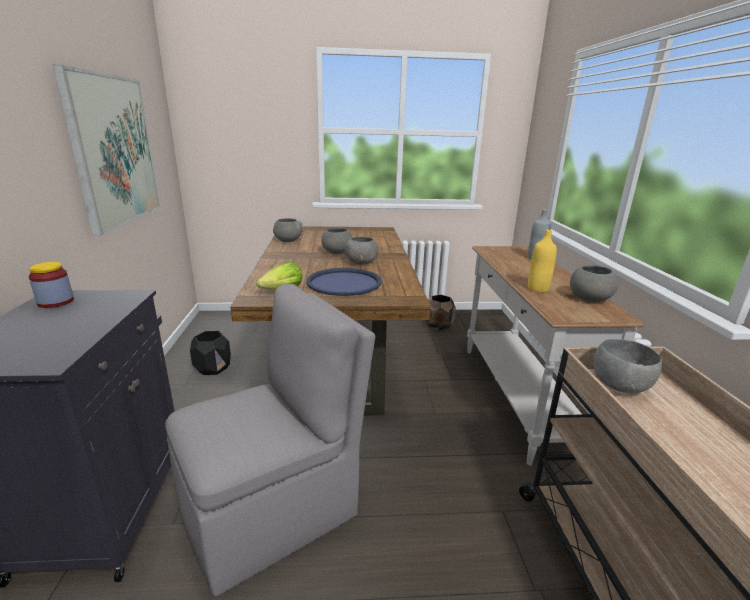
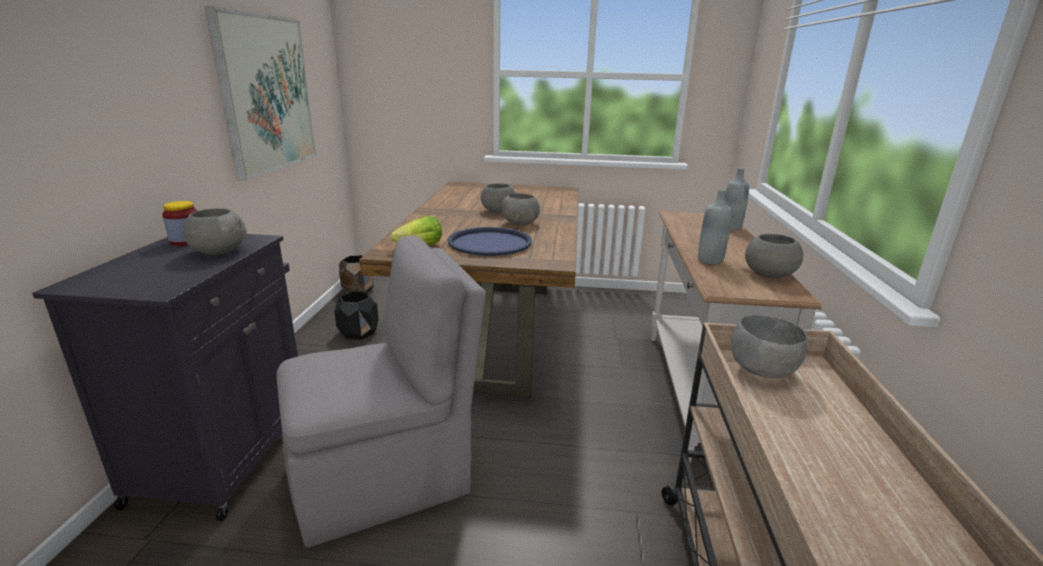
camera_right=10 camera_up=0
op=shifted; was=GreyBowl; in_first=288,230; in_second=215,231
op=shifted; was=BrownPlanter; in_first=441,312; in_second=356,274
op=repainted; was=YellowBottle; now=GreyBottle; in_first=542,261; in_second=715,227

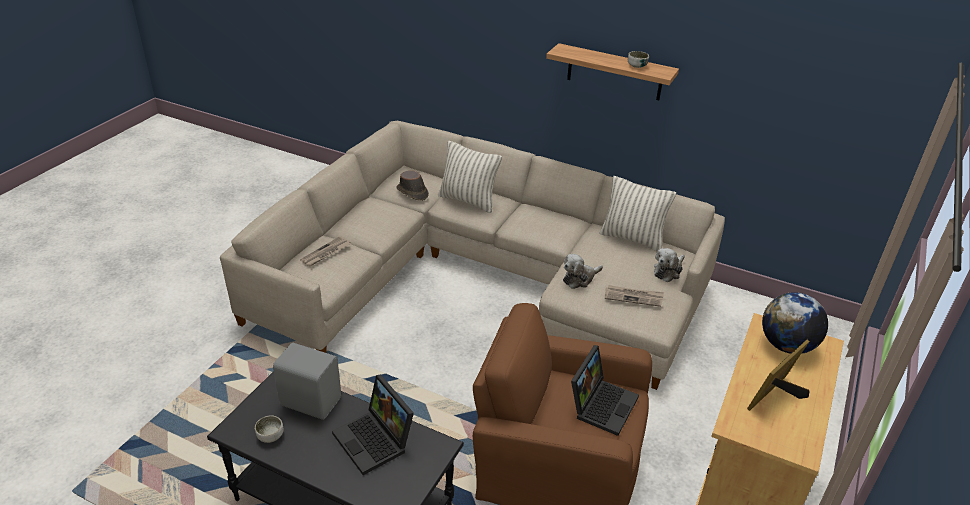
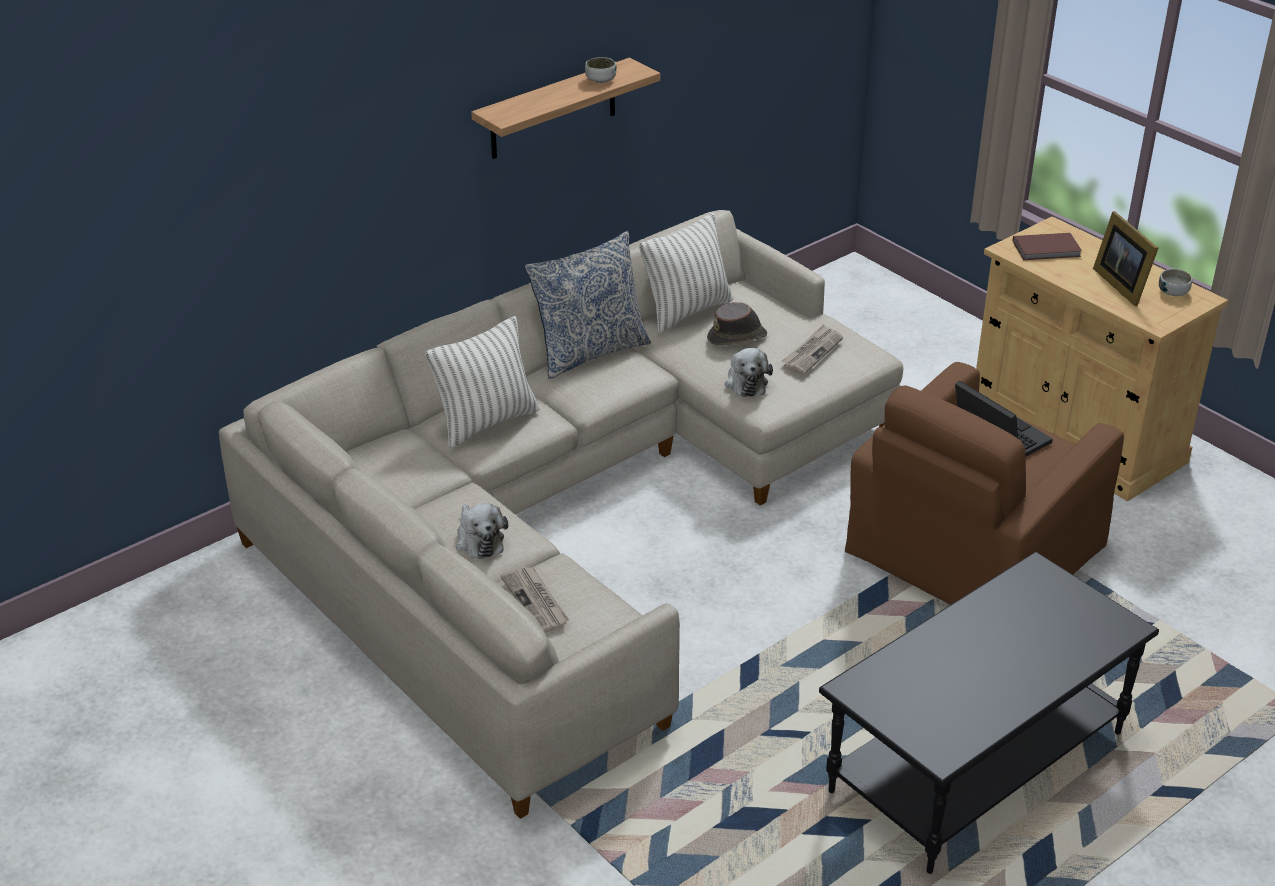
camera_right=-65 camera_up=0
op=shifted; was=Bowl; in_first=269,429; in_second=1175,282
op=gone; was=GreySpeaker; in_first=307,381
op=gone; was=Laptop; in_first=373,424
op=shifted; was=BrownHat; in_first=412,186; in_second=737,324
op=shifted; was=PlushToy; in_first=669,265; in_second=482,531
op=swapped; was=Globe; now=BrownBook; in_first=795,323; in_second=1047,246
op=new; now=Pillow; in_second=588,305

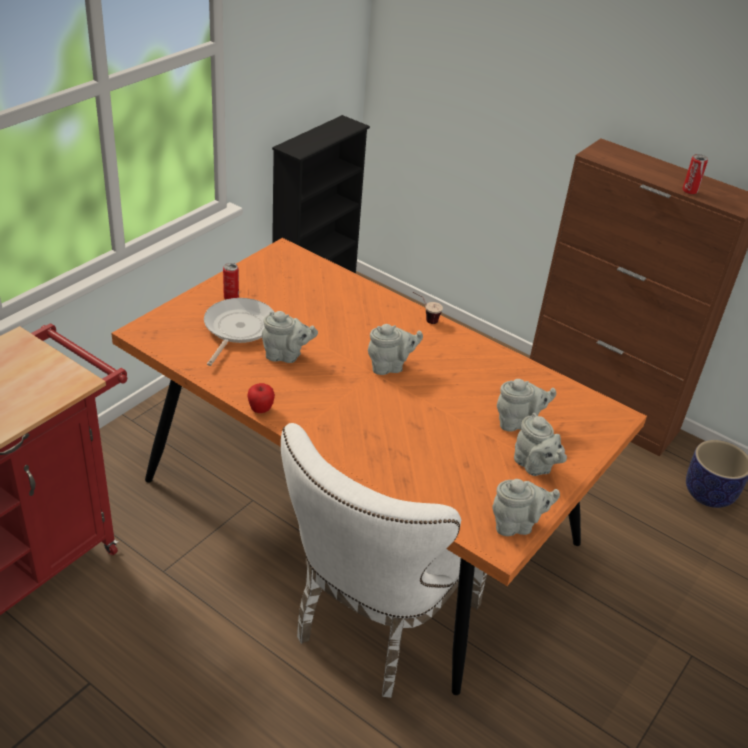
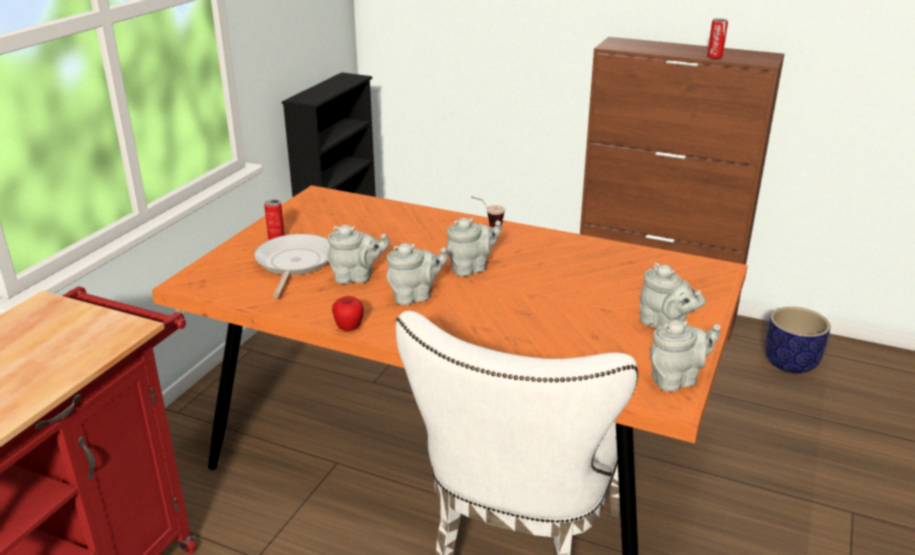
camera_right=-10 camera_up=-10
op=shifted; was=GreyTeapot; in_first=526,405; in_second=417,274

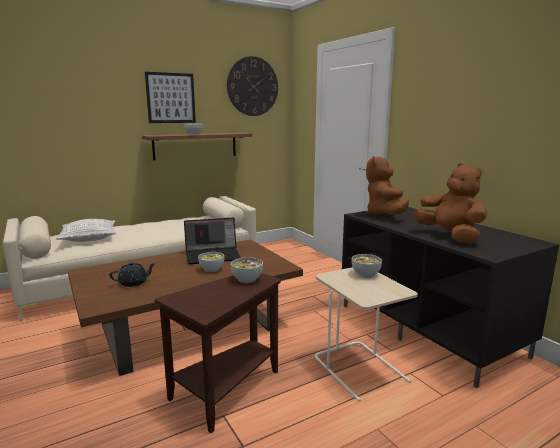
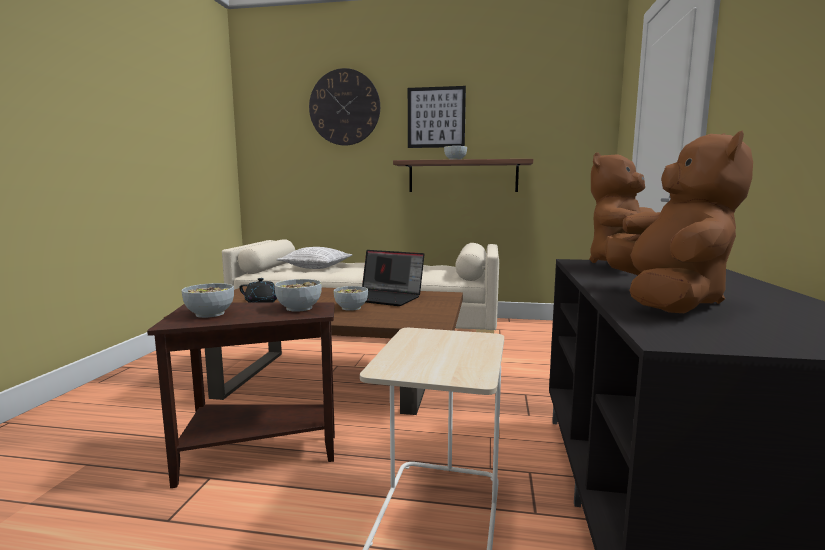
camera_right=40 camera_up=-5
op=shifted; was=WallClock; in_first=252,86; in_second=344,107
op=shifted; was=Bowl; in_first=366,266; in_second=207,300

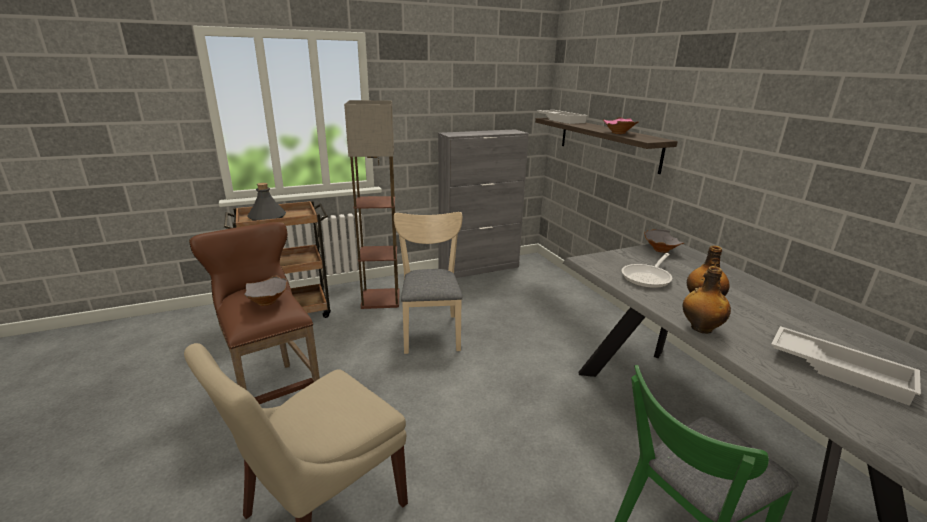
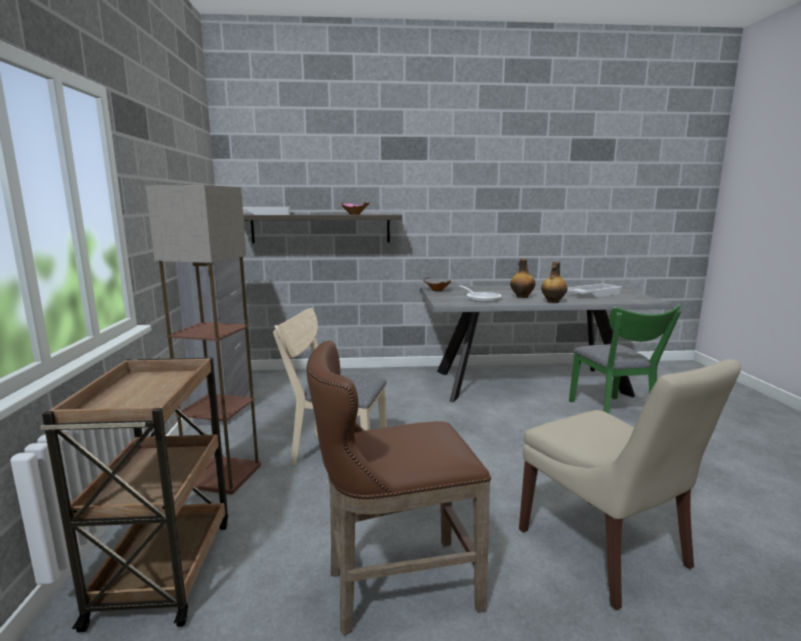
camera_right=-70 camera_up=-10
op=gone; was=GreyBowl; in_first=265,290
op=gone; was=GreyBottle; in_first=267,202

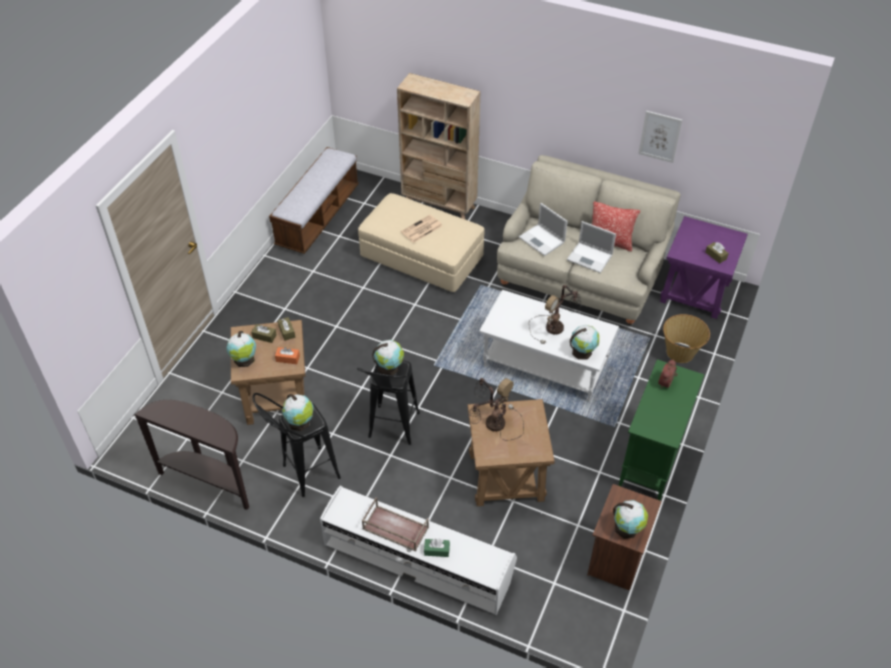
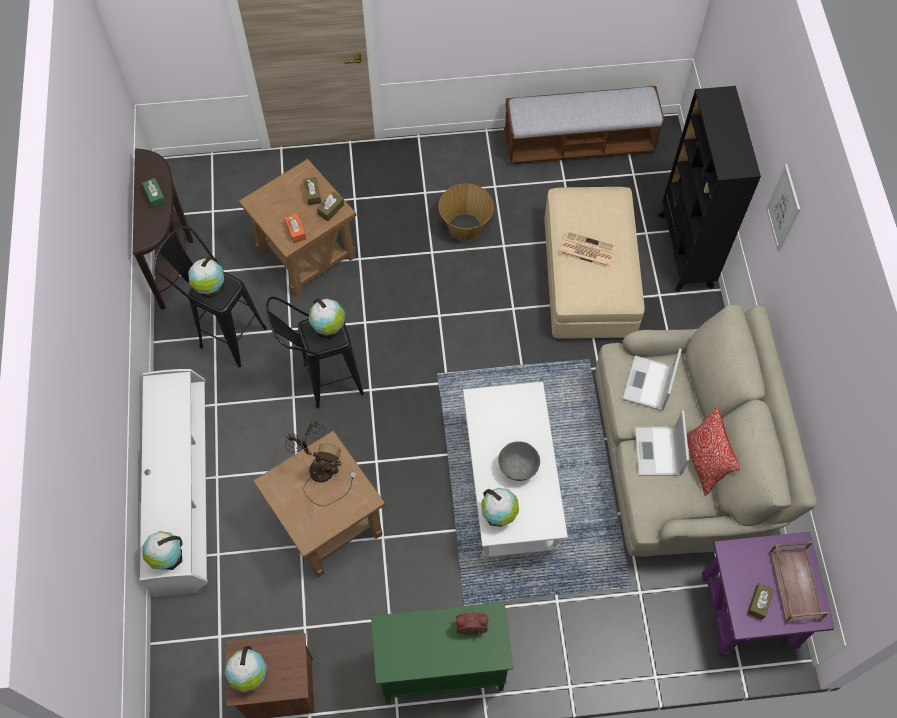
camera_right=60 camera_up=15
op=shifted; was=Globe; in_first=241,349; in_second=162,550
op=shifted; was=BrownTray; in_first=395,524; in_second=799,582
op=repainted; was=BeigeBookcase; now=BlackBookcase; in_first=438,146; in_second=709,189
op=shifted; was=GreenTissueBox; in_first=437,548; in_second=154,193
op=swapped; was=TableLamp; now=GreyBowl; in_first=555,314; in_second=519,461
op=shifted; was=Picture; in_first=660,137; in_second=783,207
op=shifted; was=Basket; in_first=686,338; in_second=466,212

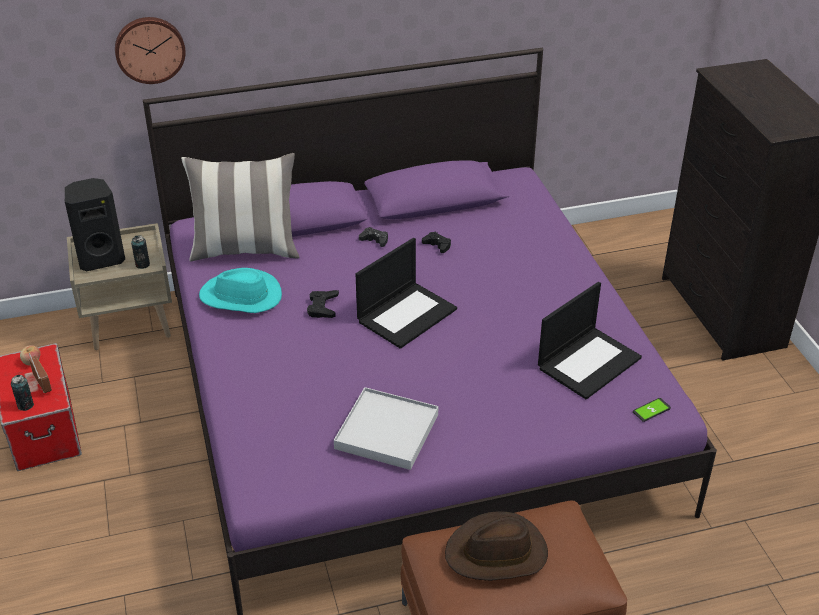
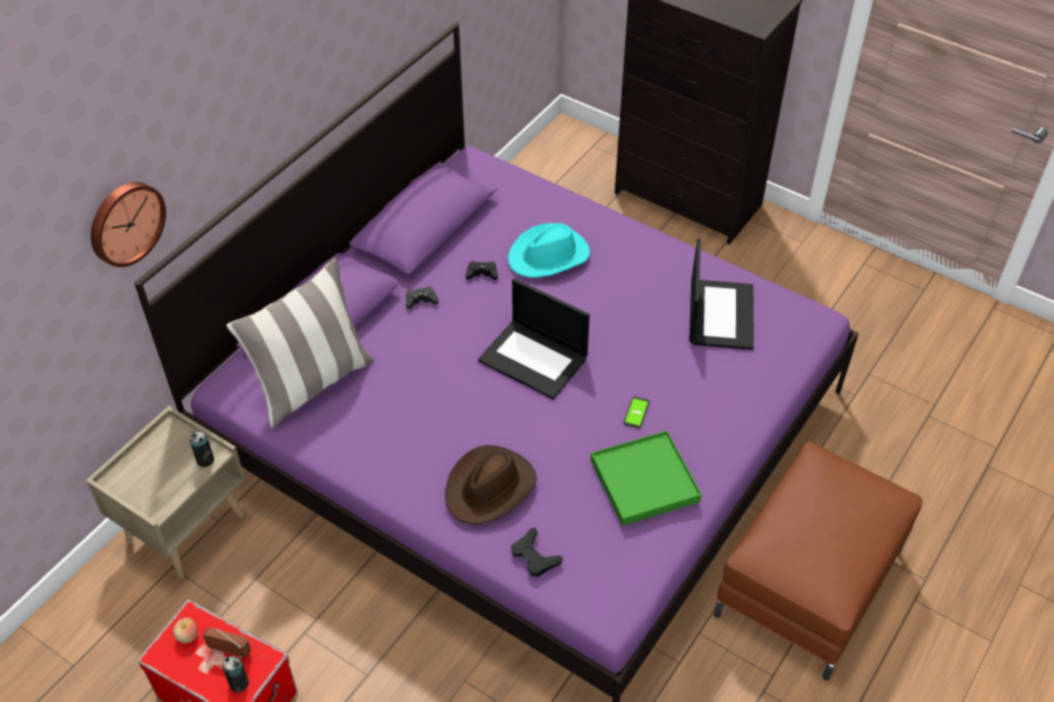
camera_right=-40 camera_up=10
op=gone; was=BlackSpeaker; in_first=95,224
op=shifted; was=TurquoiseHat; in_first=240,290; in_second=549,250
op=shifted; was=BlackGameController; in_first=323,304; in_second=537,552
op=repainted; was=WhiteTray; now=GreenTray; in_first=386,428; in_second=646,478
op=rotated; was=Laptop; in_first=406,293; in_second=534,338; clockwise=120
op=shifted; was=BrownHat; in_first=496,546; in_second=490,485
op=shifted; was=Phone; in_first=652,410; in_second=636,412

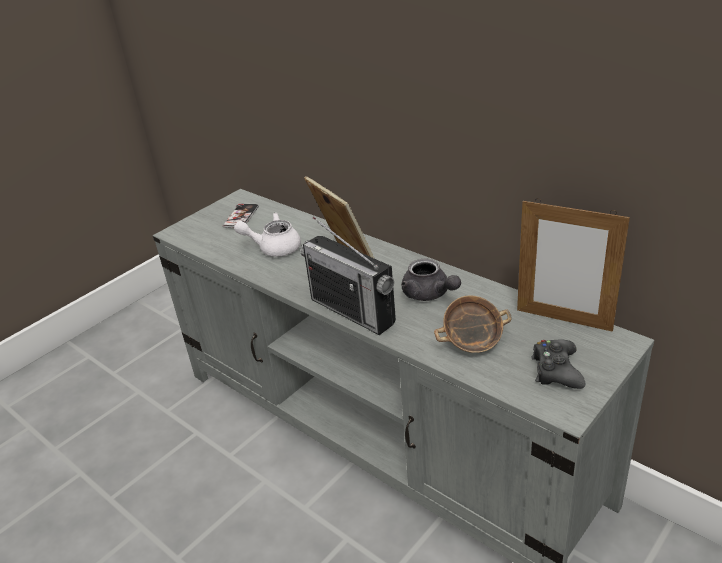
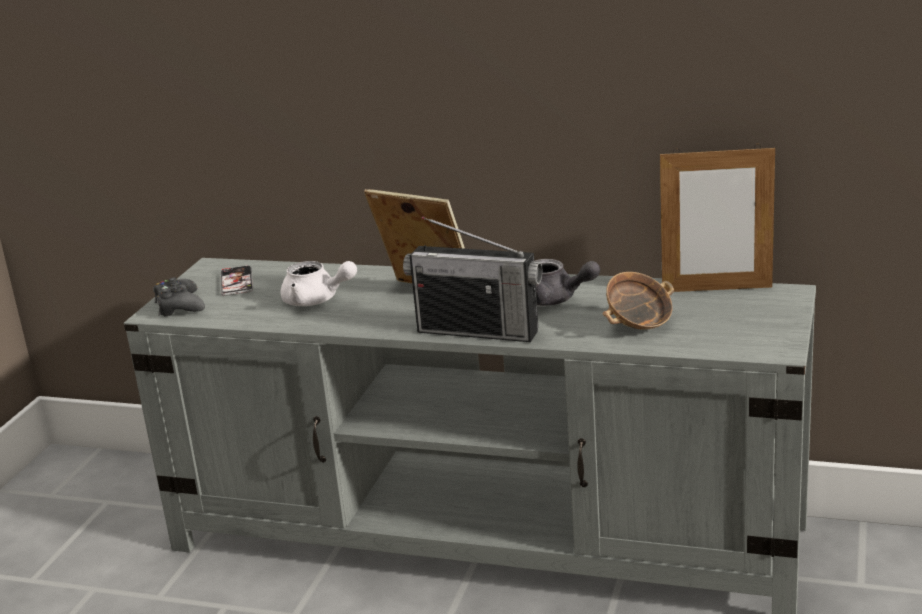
camera_right=-25 camera_up=-10
op=rotated; was=WhiteTeapot; in_first=267,235; in_second=318,283; clockwise=-135
op=shifted; was=BlackGameController; in_first=558,364; in_second=179,297

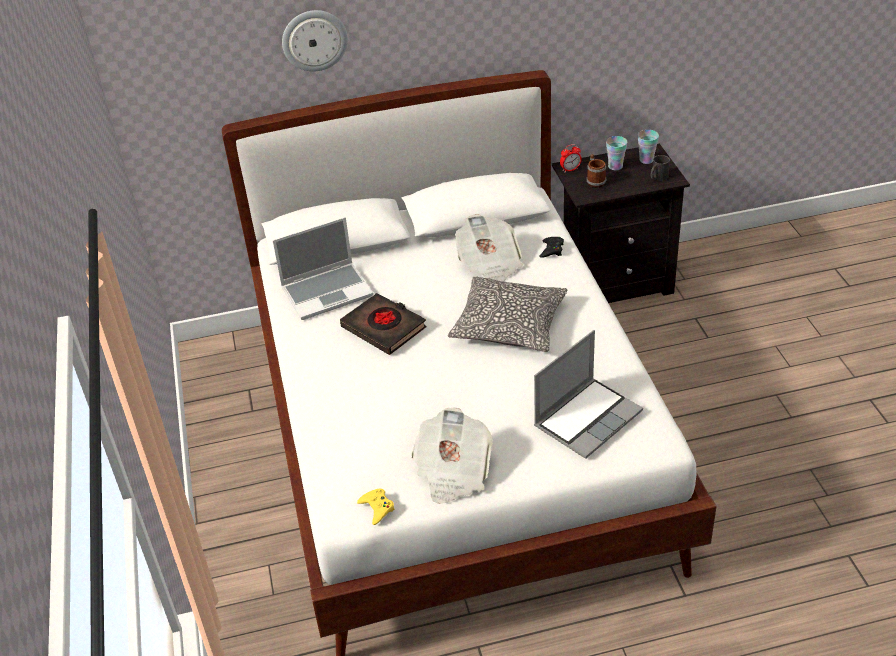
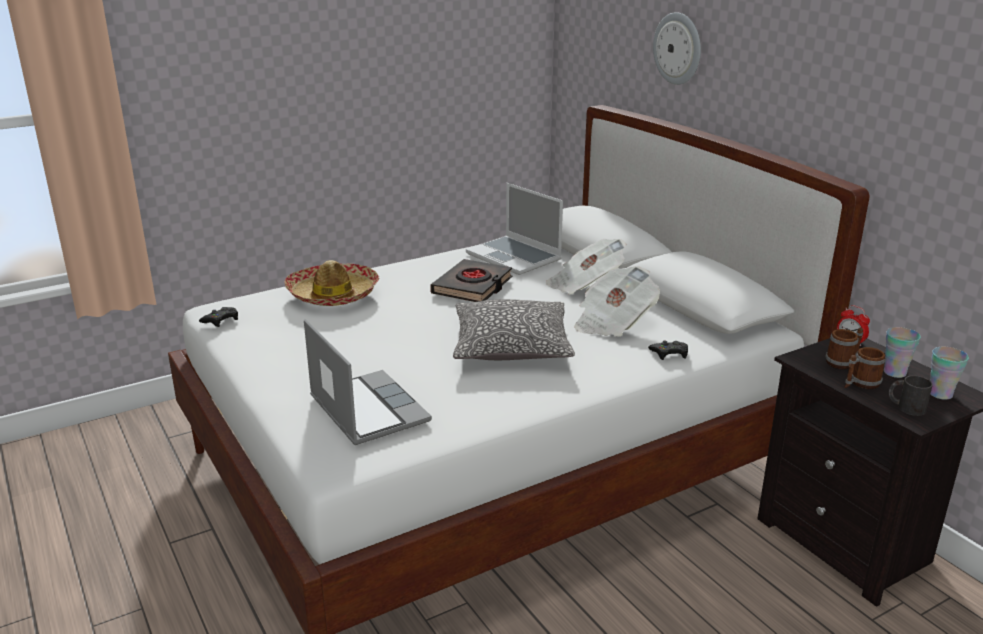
camera_right=70 camera_up=-15
op=repainted; was=YellowGameController; now=BlackGameController; in_first=376,507; in_second=218,317
op=shifted; was=Newspaper; in_first=452,455; in_second=586,266
op=rotated; was=Laptop; in_first=588,394; in_second=368,382; clockwise=-150
op=new; now=Hat; in_second=332,283
op=new; now=Mug; in_second=865,368

